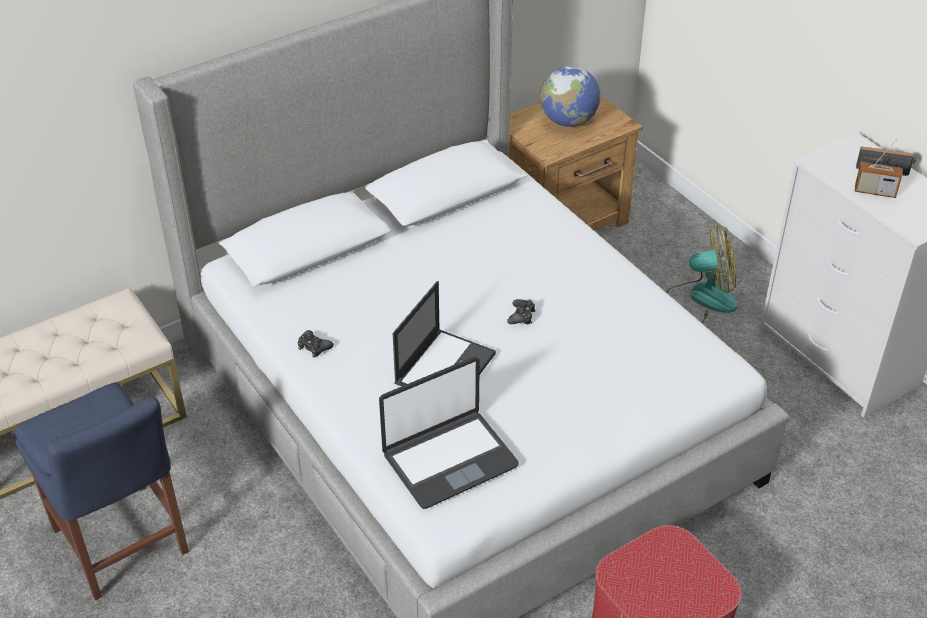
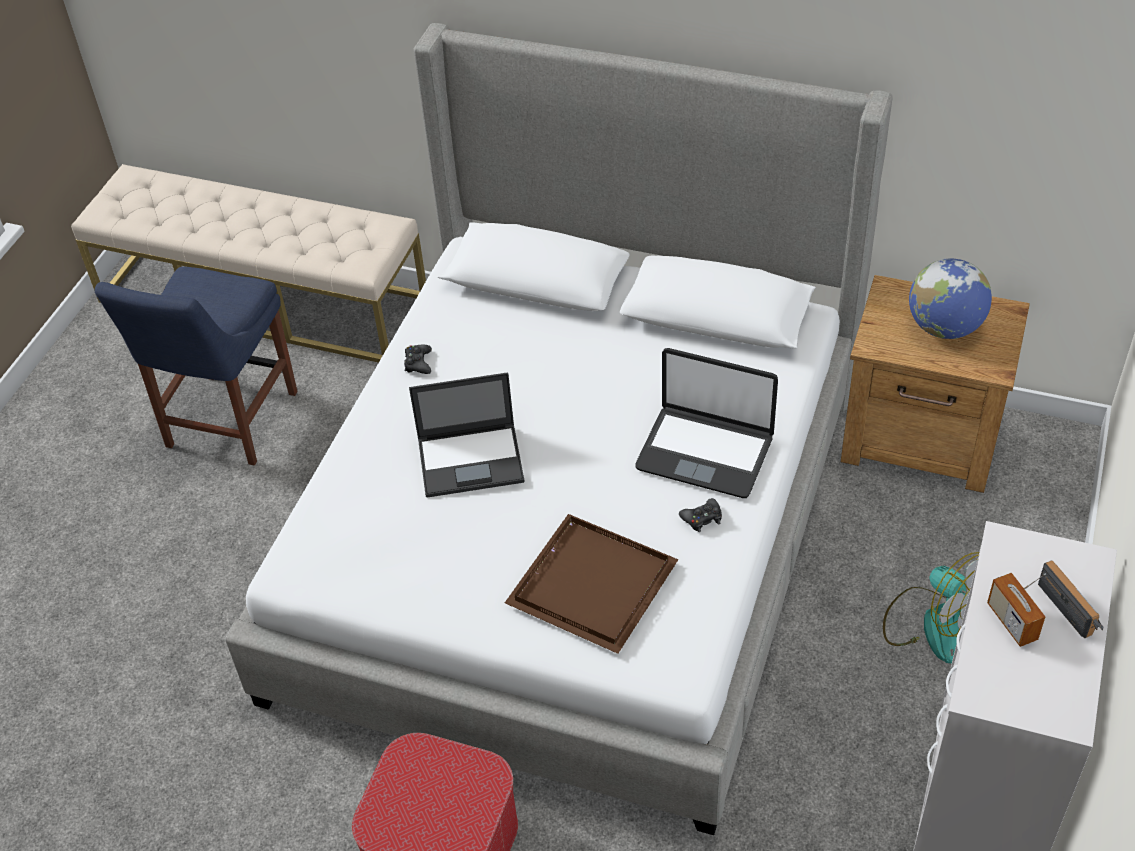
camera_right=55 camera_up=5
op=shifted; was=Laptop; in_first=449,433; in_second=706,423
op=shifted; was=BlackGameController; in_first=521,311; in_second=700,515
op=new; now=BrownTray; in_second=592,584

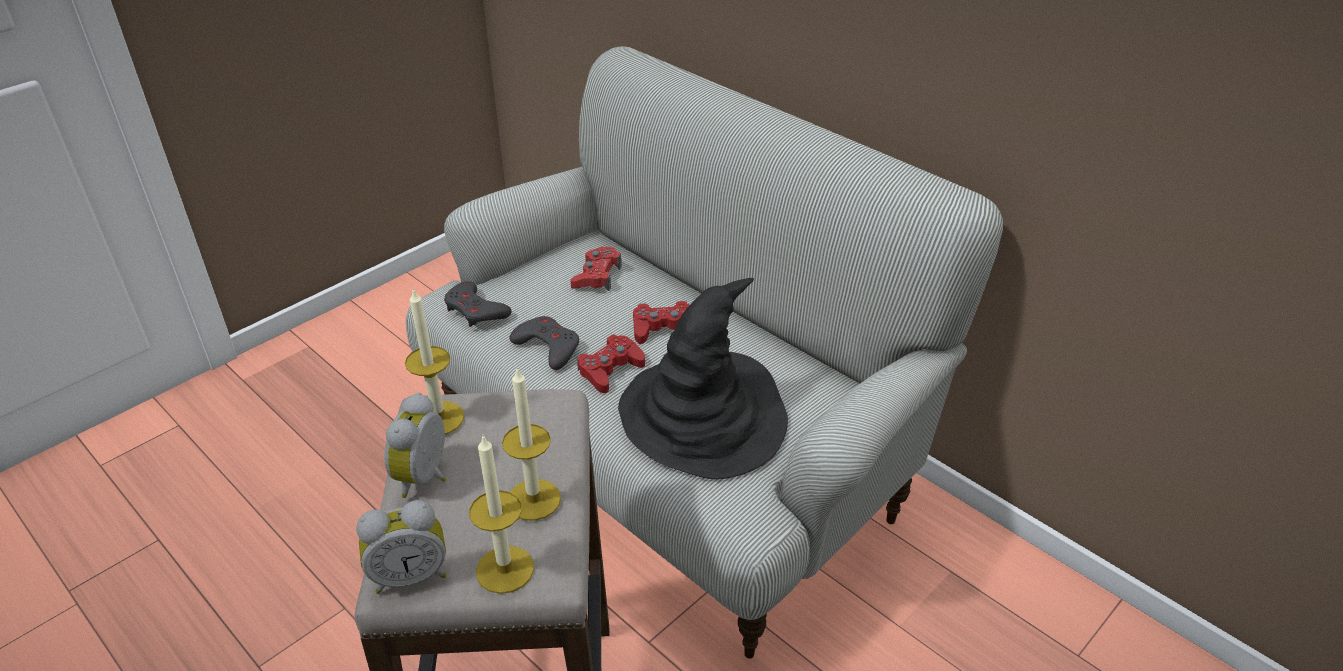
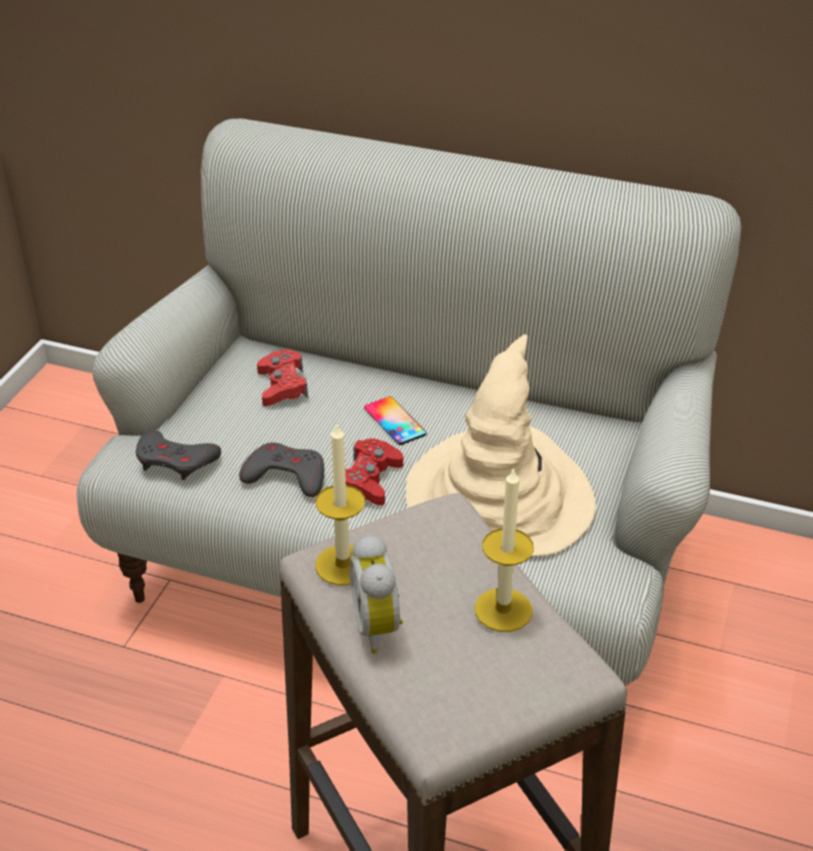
camera_right=-25 camera_up=0
op=gone; was=AlarmClock; in_first=401,547
op=gone; was=Candle; in_first=501,514
op=repainted; was=BlackHat; now=BeigeHat; in_first=703,379; in_second=501,445
op=swapped; was=RedGameController; now=Phone; in_first=661,322; in_second=395,420

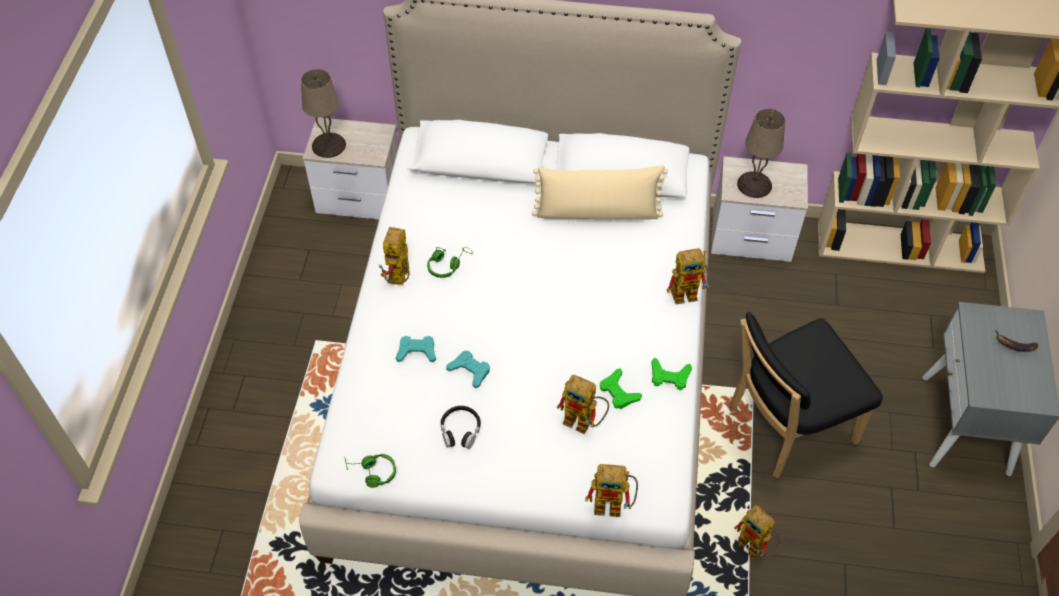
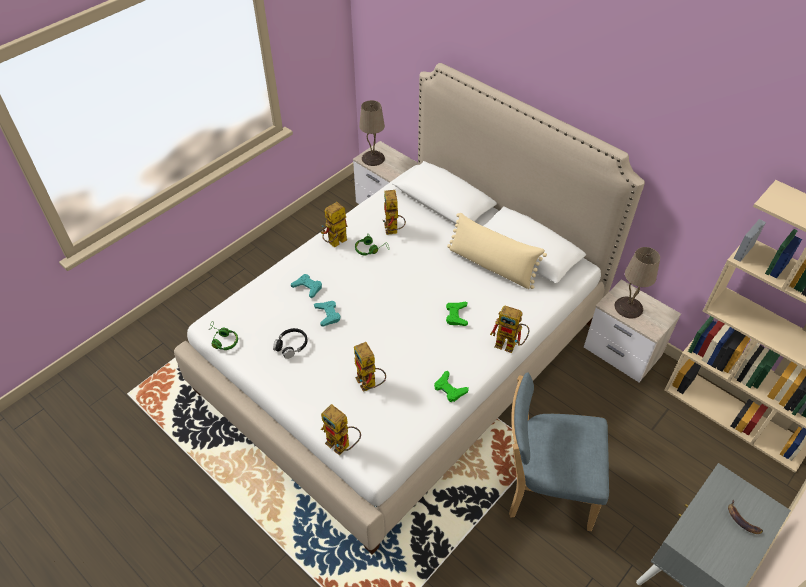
camera_right=35 camera_up=-5
op=shifted; was=GreenGameController; in_first=621,388; in_second=457,314
op=repainted; was=BlackChair; now=BlueChair; in_first=806,395; in_second=559,451
op=shifted; was=ToyRobot; in_first=758,532; in_second=394,212

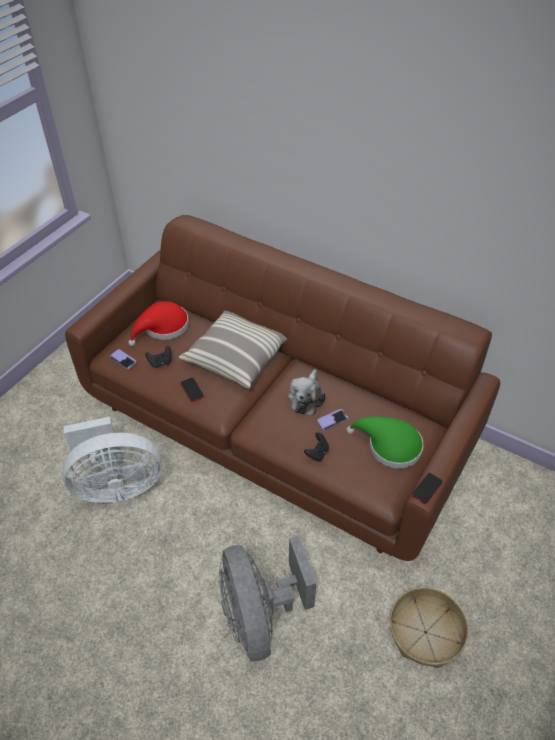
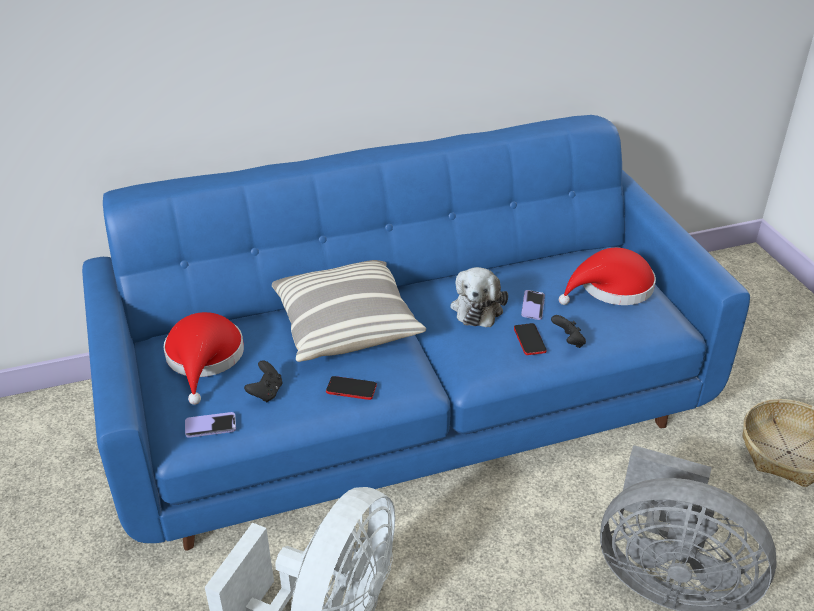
camera_right=-50 camera_up=-10
op=repainted; was=BrownSofa; now=BlueSofa; in_first=282,388; in_second=416,333
op=rotated; was=PlushToy; in_first=307,392; in_second=479,297; clockwise=45
op=repainted; was=GreenHat; now=RedHat; in_first=384,442; in_second=607,276
op=shifted; was=Phone; in_first=427,488; in_second=530,339

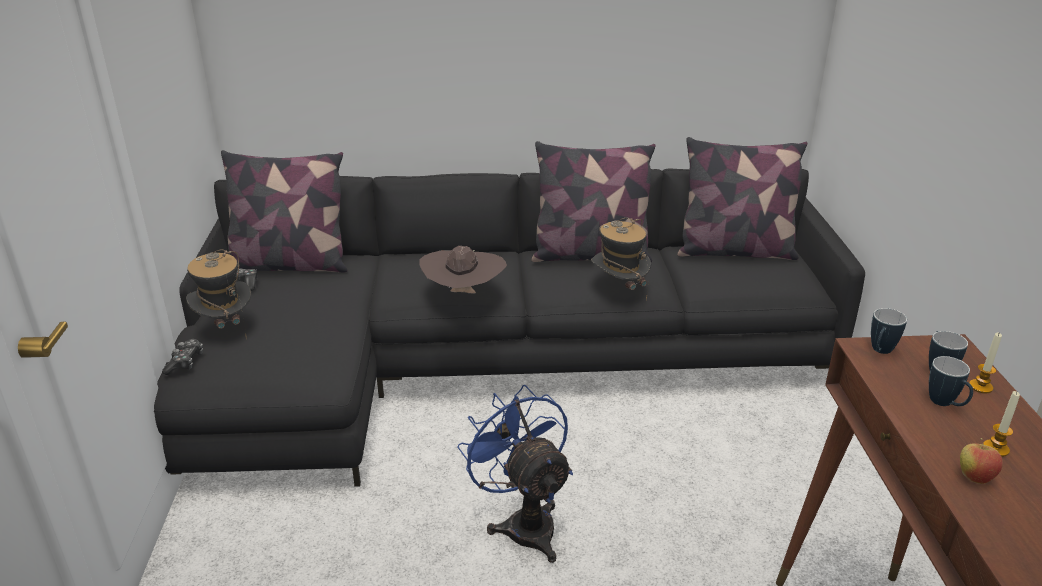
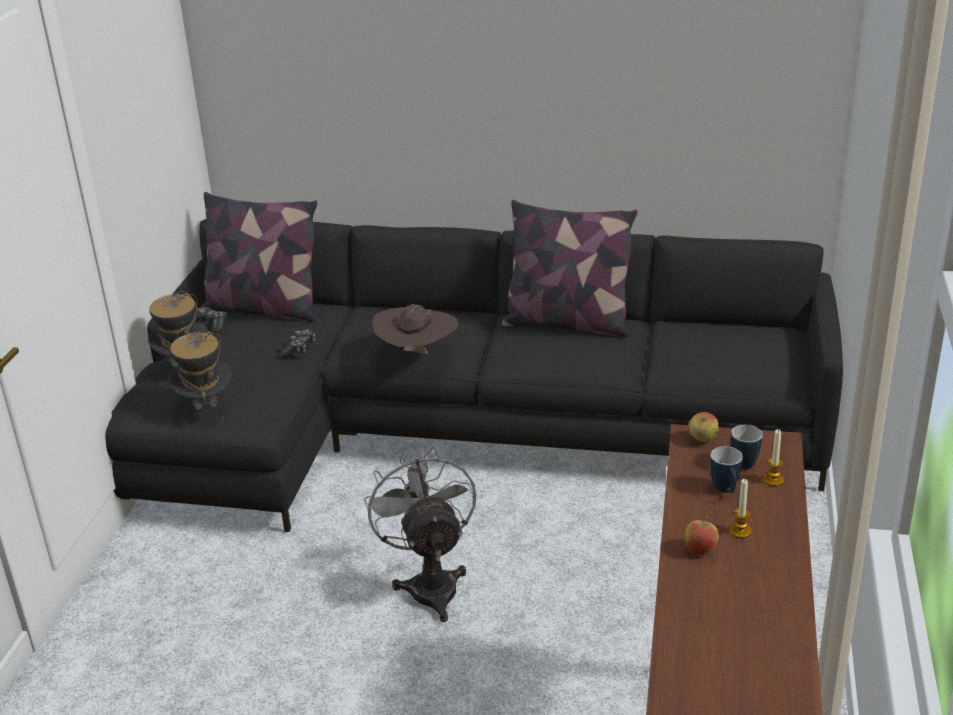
camera_right=15 camera_up=0
op=shifted; was=GameController; in_first=182,357; in_second=297,343
op=repainted; was=BlueFan; now=GreyFan; in_first=515,474; in_second=420,534
op=shifted; was=Hat; in_first=621,259; in_second=199,376
op=gone; was=Pillow; in_first=742,198
op=swapped; was=Mug; now=Apple; in_first=889,331; in_second=704,427

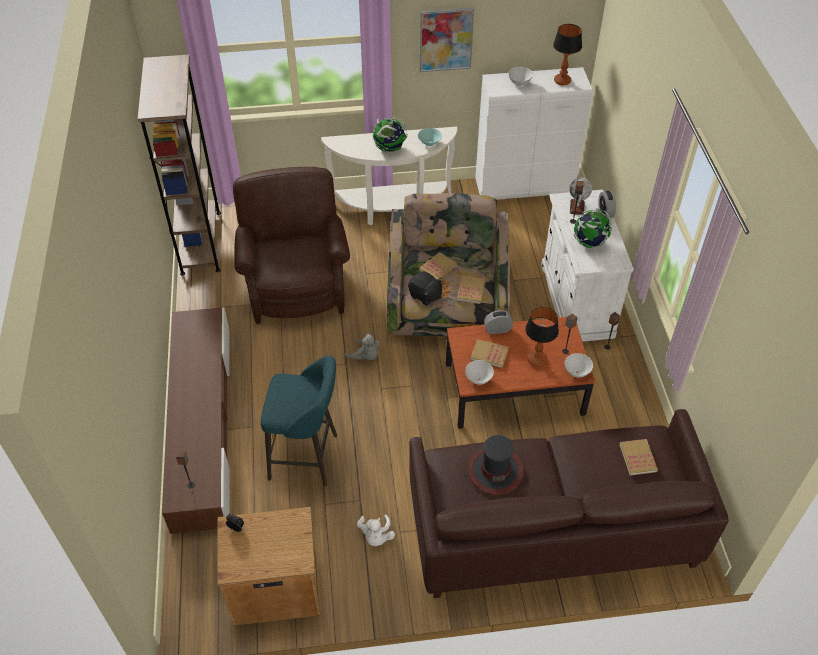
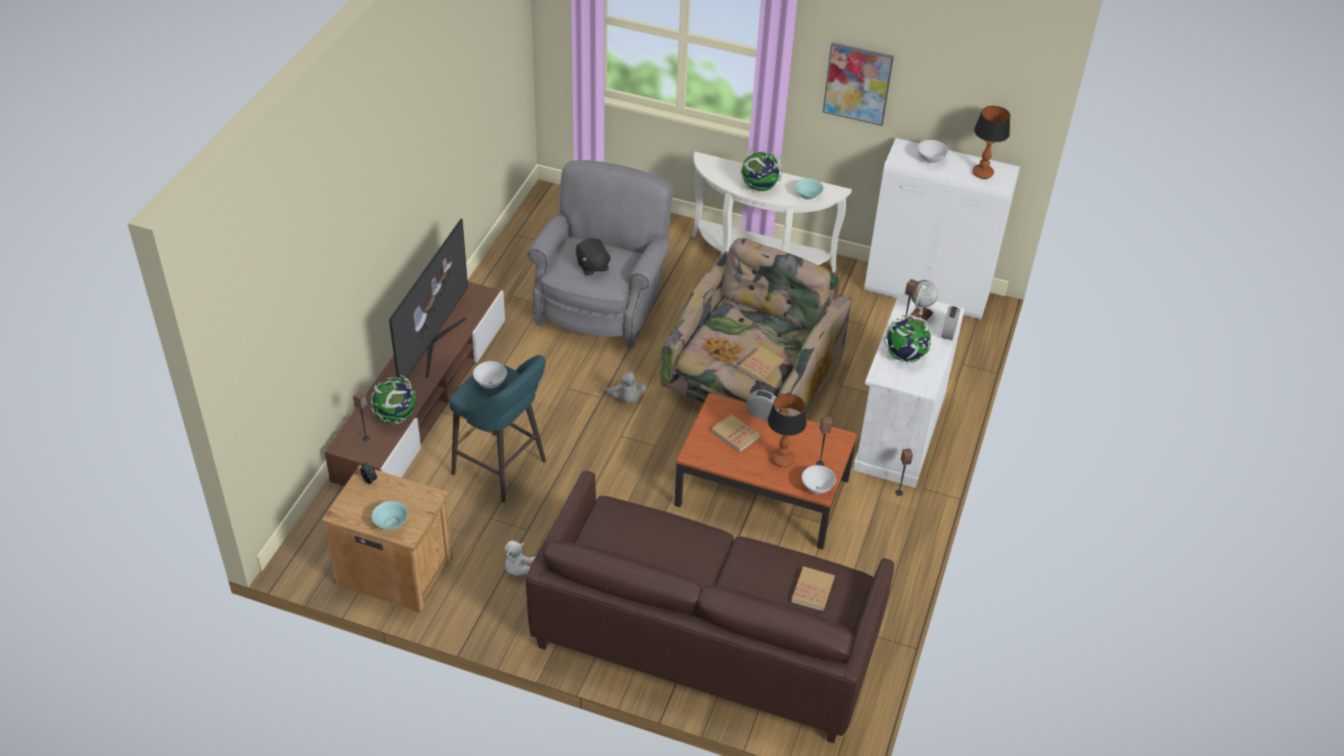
camera_right=25 camera_up=-5
op=gone; was=BrownBookcase; in_first=179,165
op=repainted; was=BrownArmchair; now=GreyArmchair; in_first=291,245; in_second=600,254
op=shifted; was=BlackPlushToy; in_first=425,288; in_second=594,257
op=gone; was=Book; in_first=438,266
op=shifted; was=WhiteBowl; in_first=479,372; in_second=490,374
op=gone; was=Hat; in_first=496,465
op=new; now=Globe; in_second=393,399
op=new; now=TurquoiseBowl; in_second=390,515
op=new; now=Television; in_second=428,300

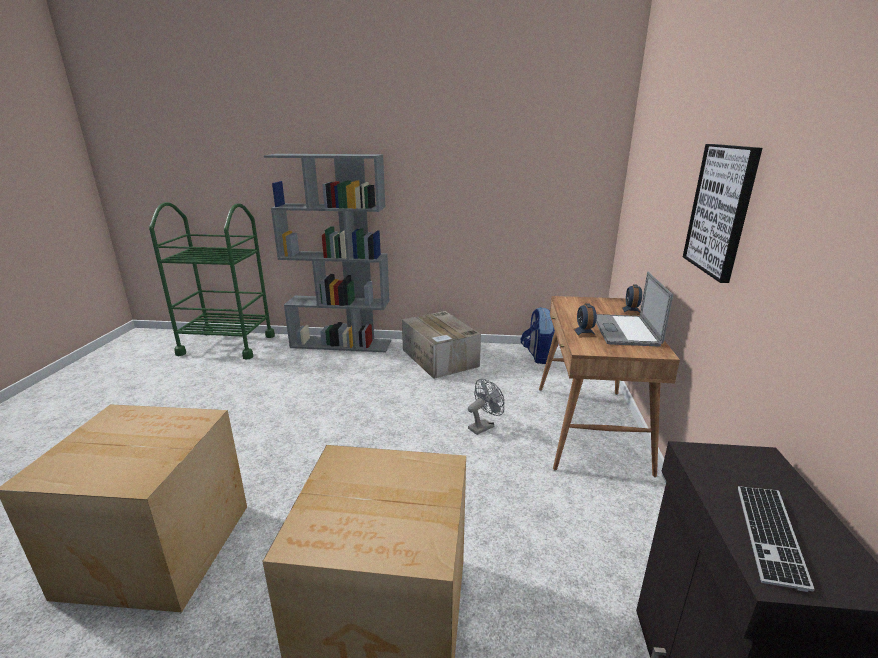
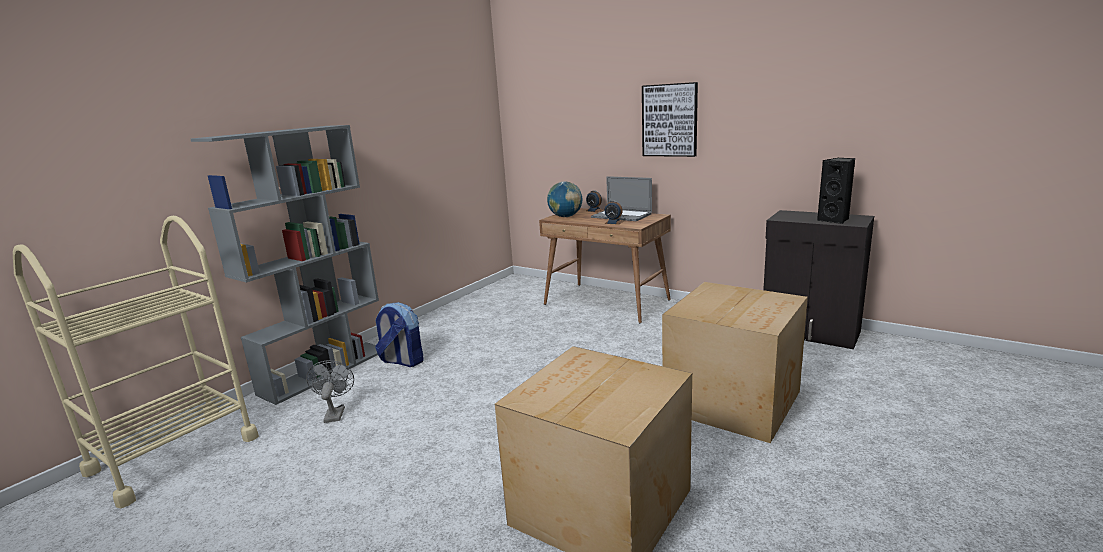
camera_right=-60 camera_up=-5
op=repainted; was=GreenCart; now=BeigeCart; in_first=212,280; in_second=136,362
op=gone; was=CardboardBox; in_first=441,345
op=shifted; was=GreyFan; in_first=486,407; in_second=330,391
op=shifted; was=Backpack; in_first=539,335; in_second=399,334
op=swapped; was=Keyboard; now=BlackSpeaker; in_first=776,539; in_second=836,191
op=new; now=Globe; in_second=564,199

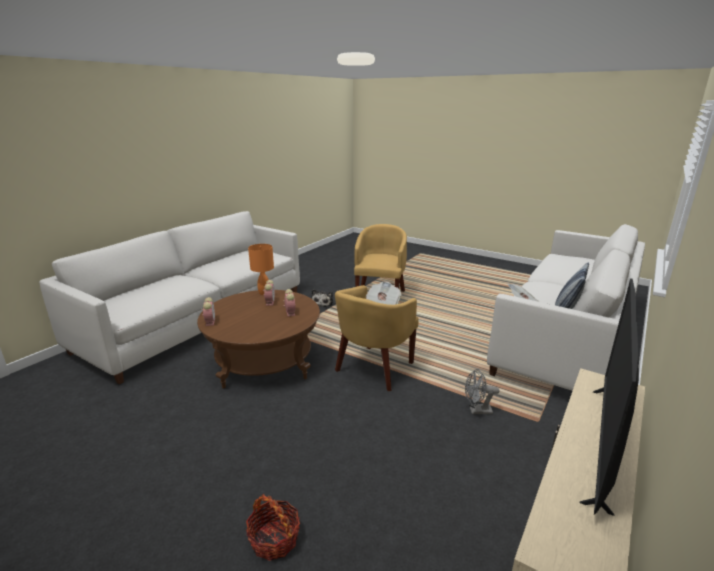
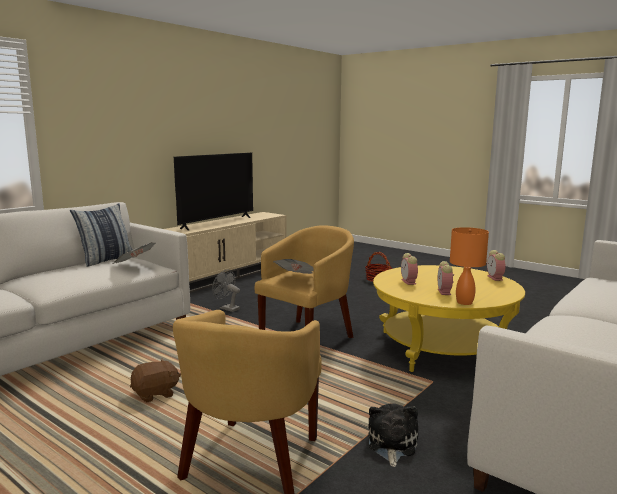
camera_right=-175 camera_up=-10
op=repainted; was=BrownCoffeeTable; now=YellowCoffeeTable; in_first=258,339; in_second=449,318
op=rotated; was=GreyFan; in_first=482,391; in_second=226,290; clockwise=-150
op=new; now=BrownPlushToy; in_second=155,380

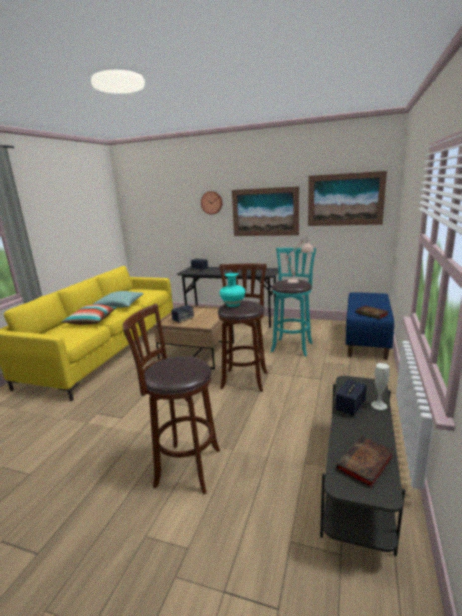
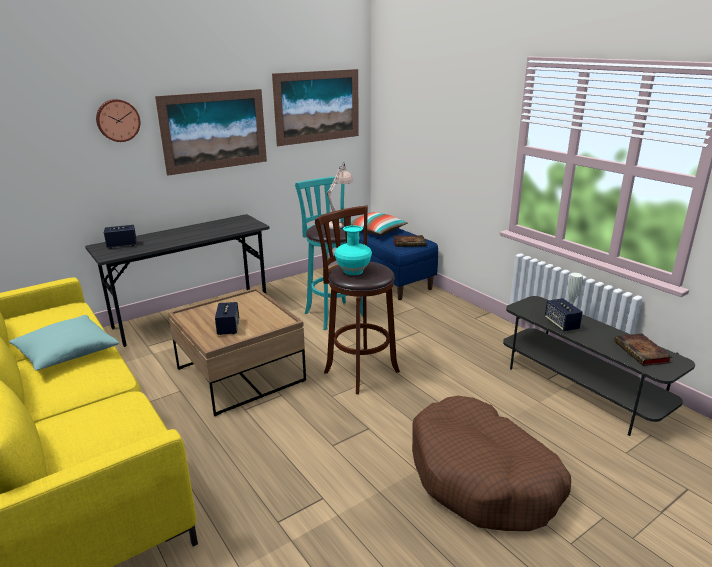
camera_right=-55 camera_up=5
op=shifted; was=Pillow; in_first=89,315; in_second=379,224
op=swapped; was=BrownStool; now=BrownDogBed; in_first=171,398; in_second=491,463

